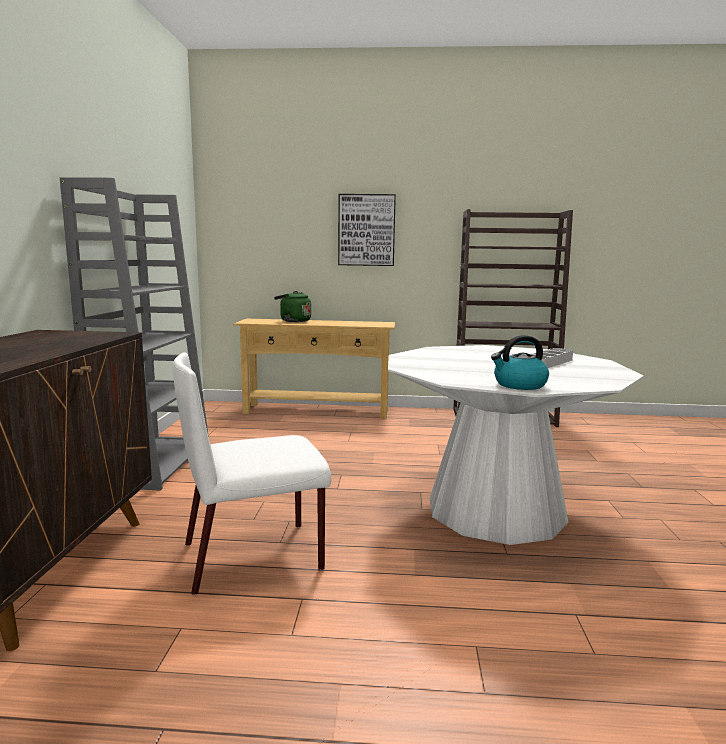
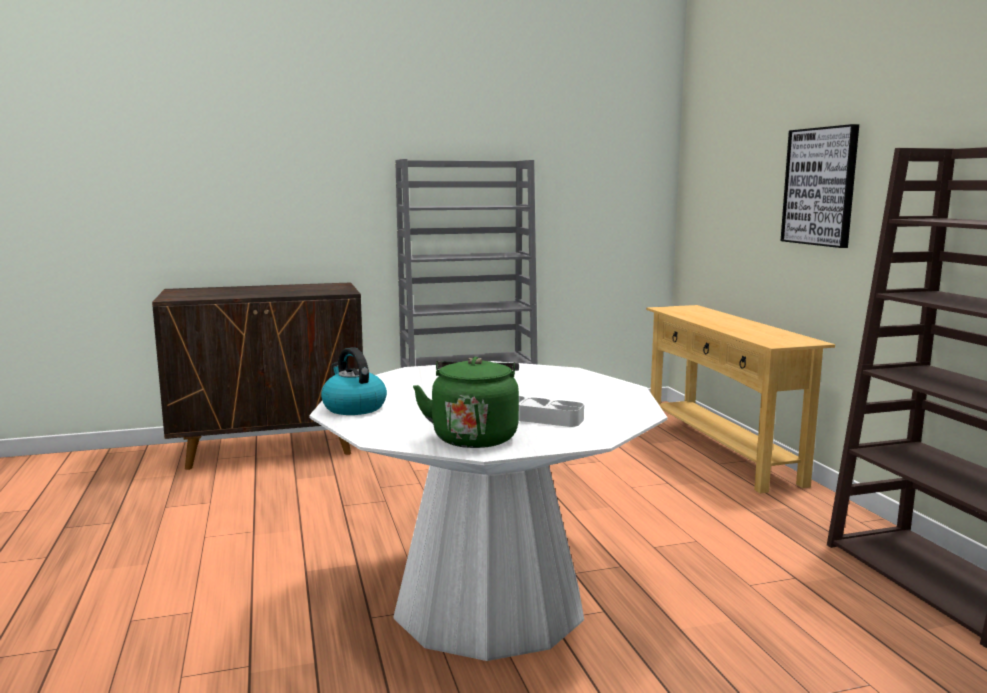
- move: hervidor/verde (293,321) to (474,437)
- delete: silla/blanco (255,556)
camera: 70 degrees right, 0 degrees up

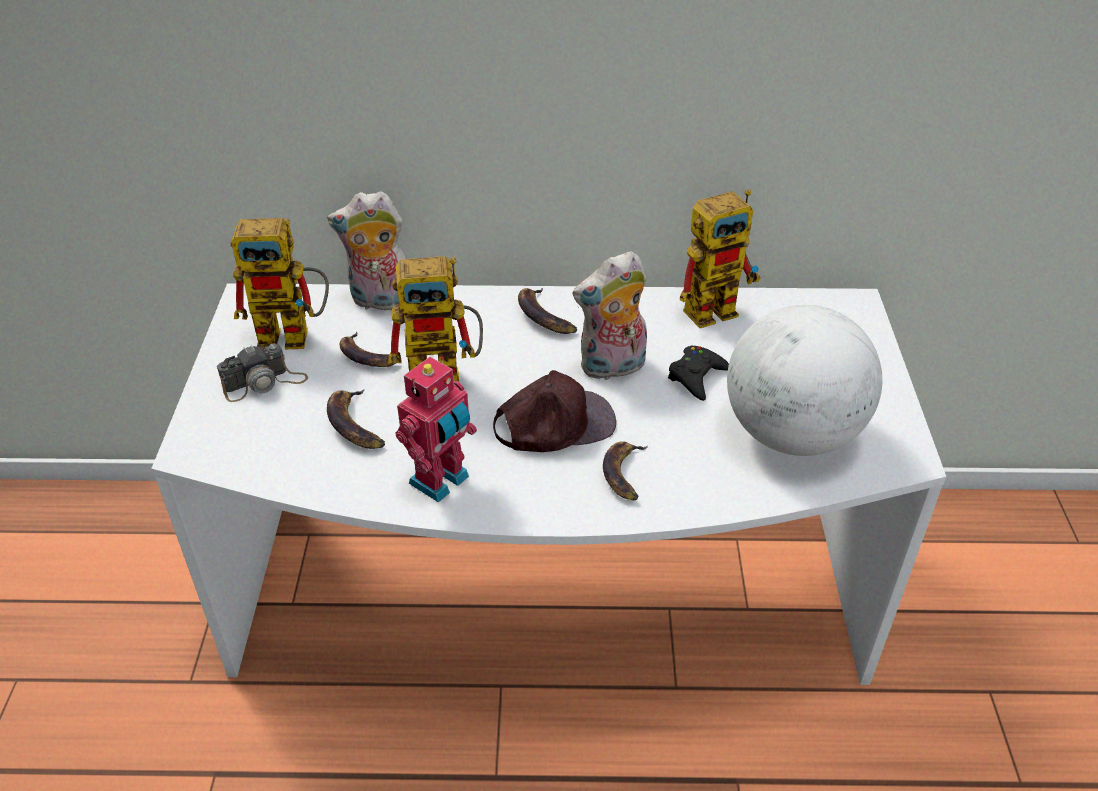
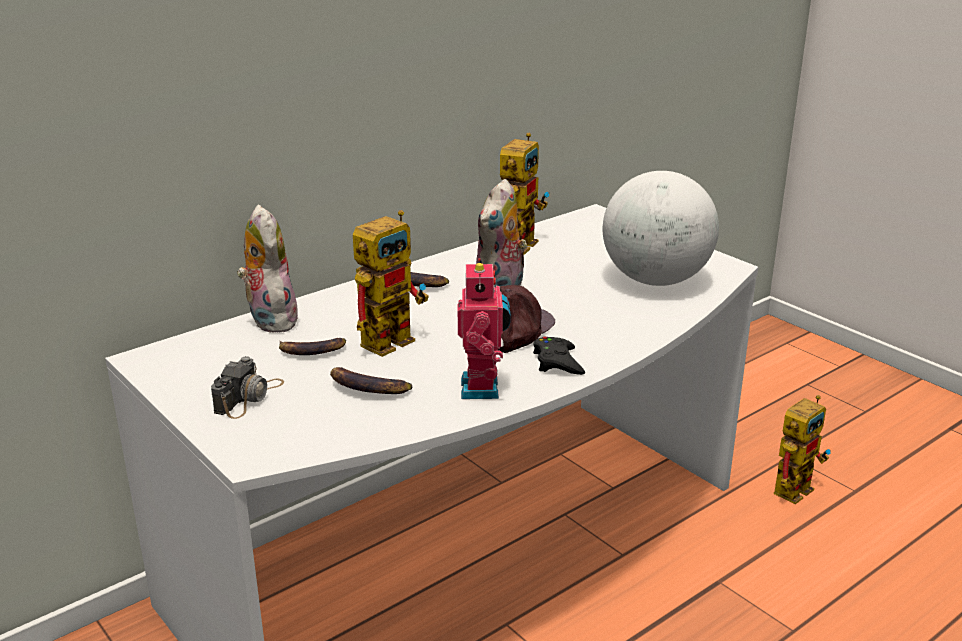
- rotate: peluche (380,301) = (269,320) 105 degrees clockwise
- move: mando de consola/negro (696,377) to (557,362)
- move: robot de juguete (295,335) to (794,486)
- delete: plátano (625,474)
camera: 40 degrees left, 15 degrees down

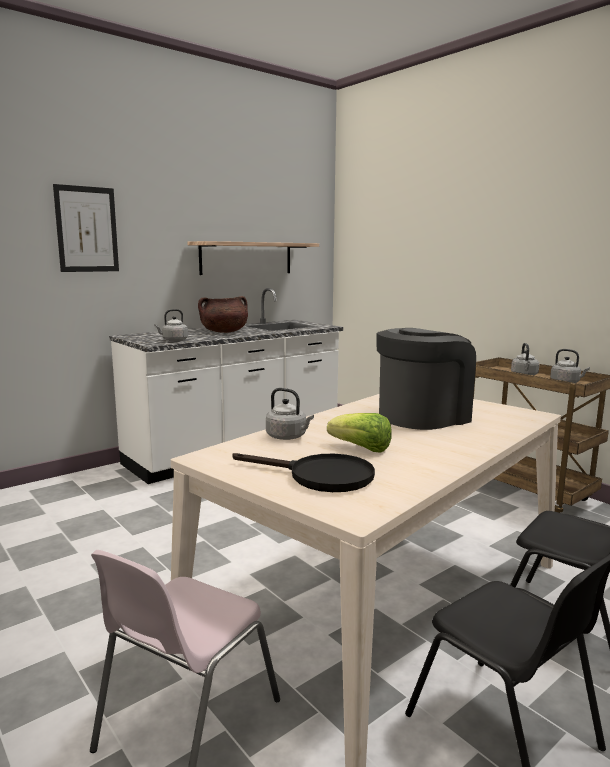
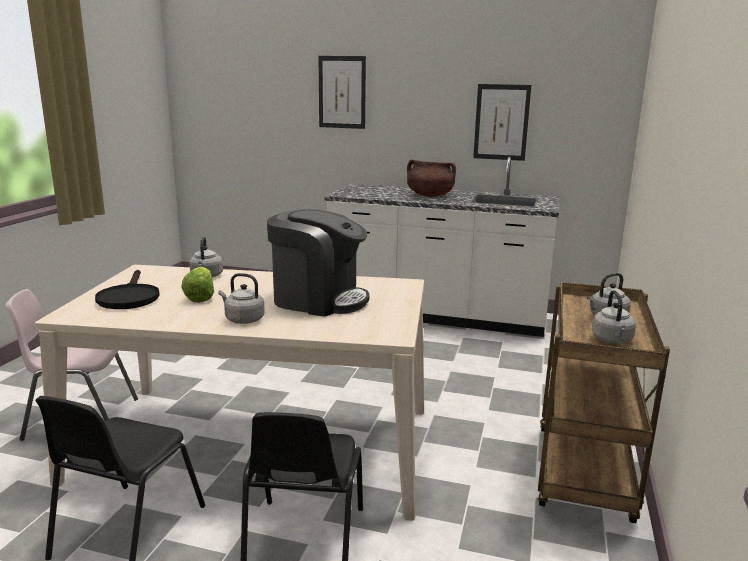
- move: hervidor/gris (173,340) to (243,319)
- replace: estante (246,258) to cuadro (501,122)
camera: 55 degrees right, 5 degrees up

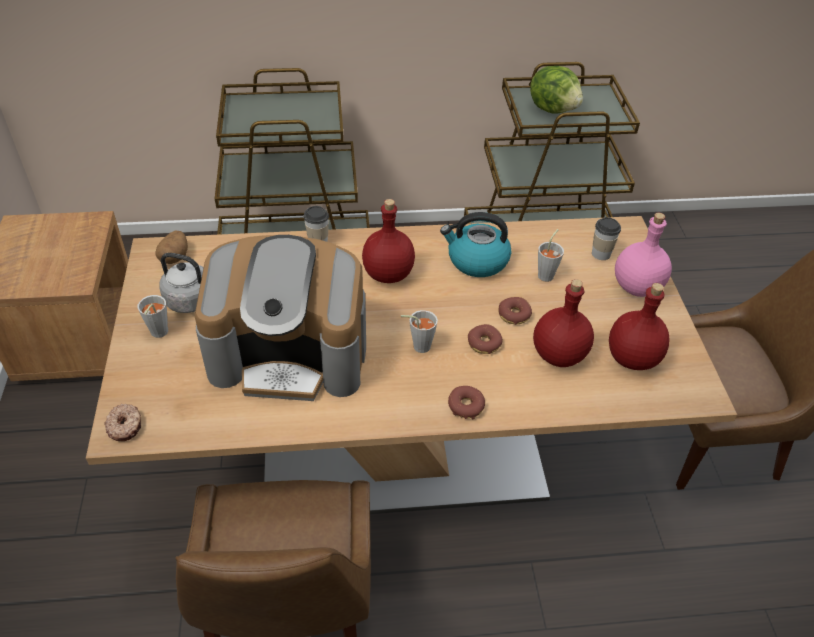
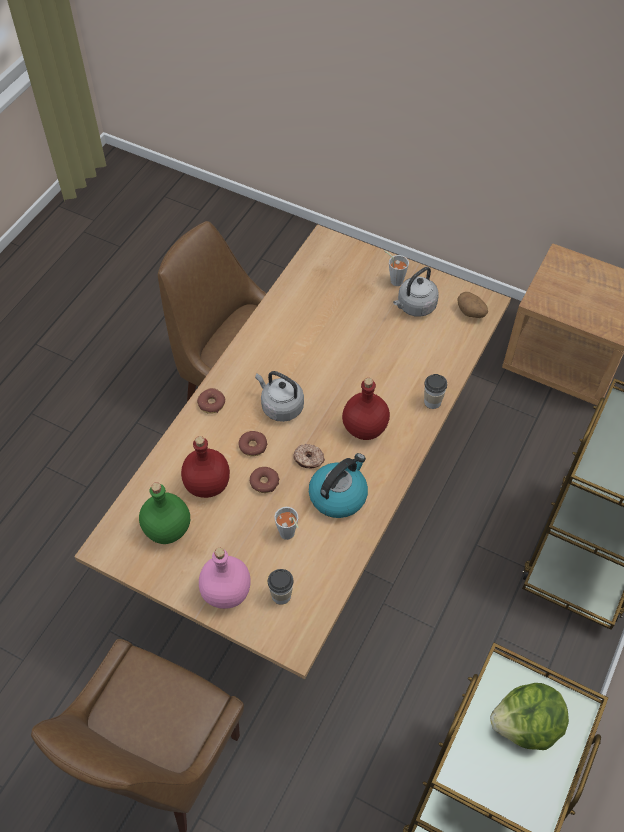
- recolor: botella/rojo (633,358) to botella/verde (166,529)
- replace: taza/gris (417,346) to hervidor/gris (280,406)
- move: rosquilla (125,426) to (308,459)
- delete: cafetera (291,353)
camera: 125 degrees right, 10 degrees up

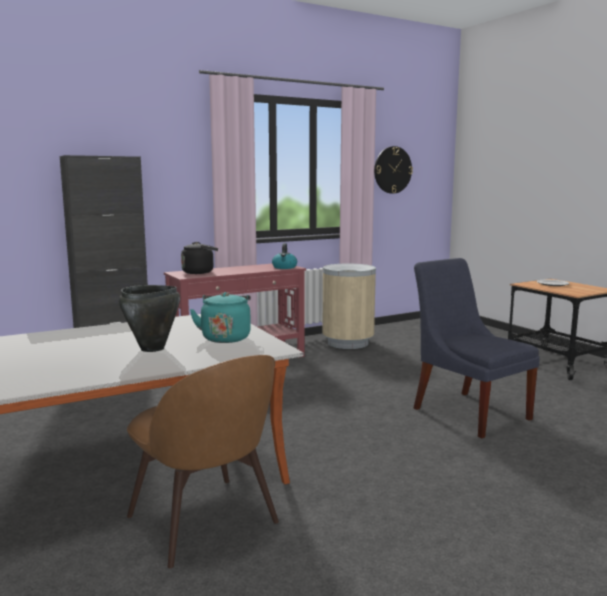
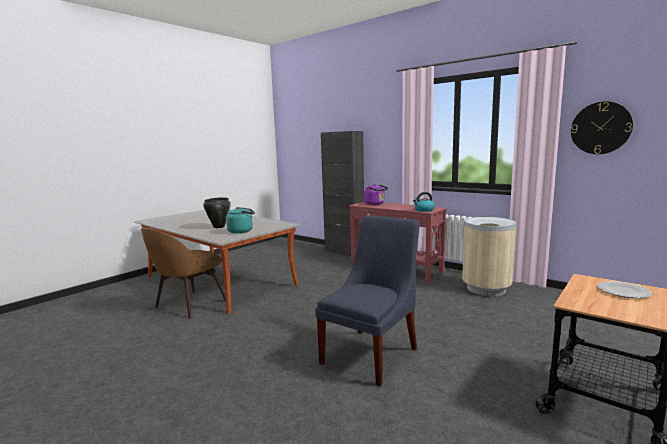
- recolor: hervidor/negro (200,272) to hervidor/morado (375,204)
camera: 70 degrees right, 0 degrees up

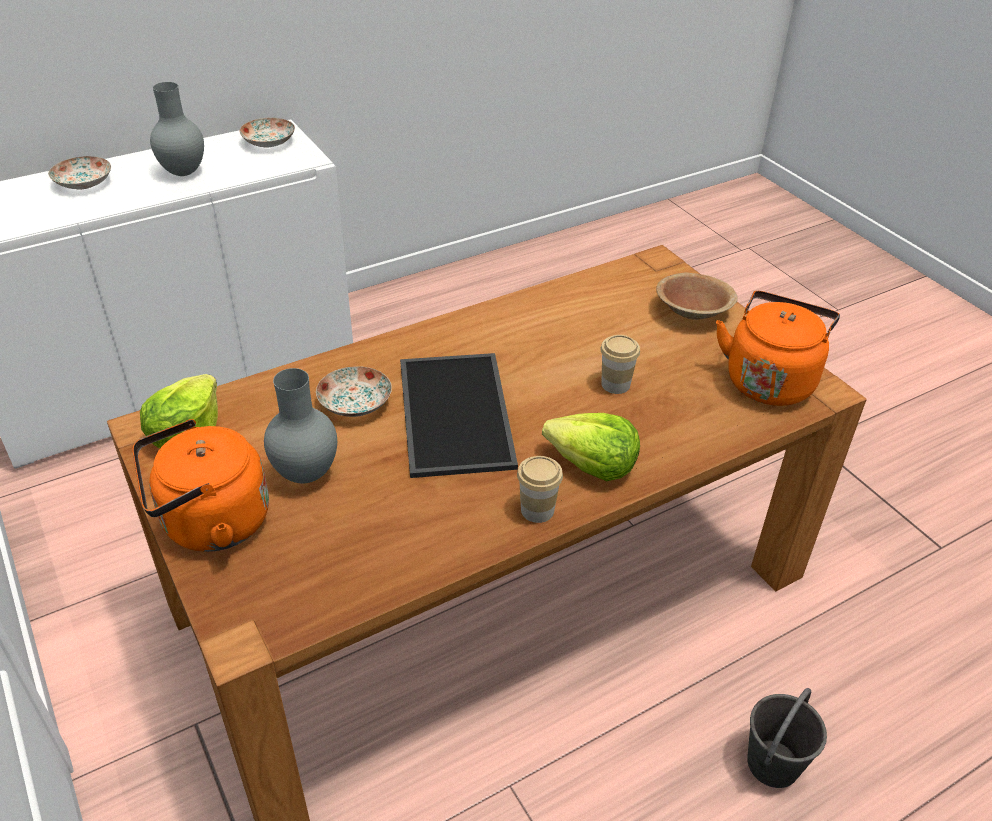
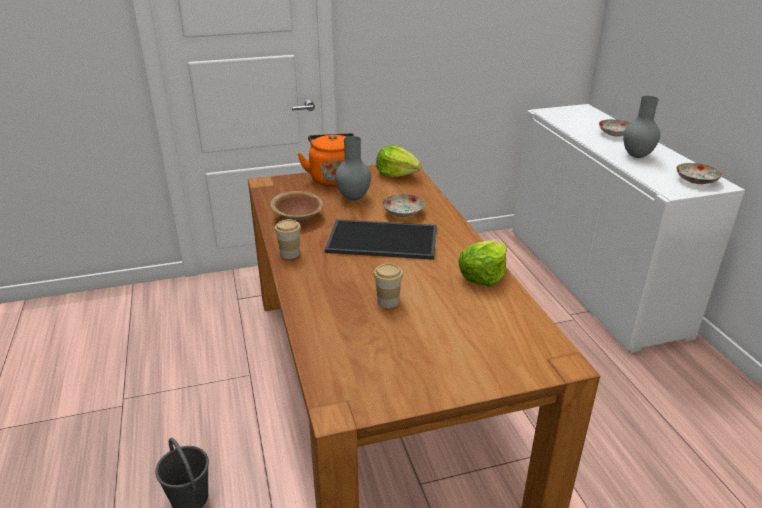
- move: cuenco/marrón (692,311) to (298,217)
- move: lechuga (592,465) to (483,276)
- delete: hervidor/naranja (770,380)
camera: 105 degrees right, 10 degrees down

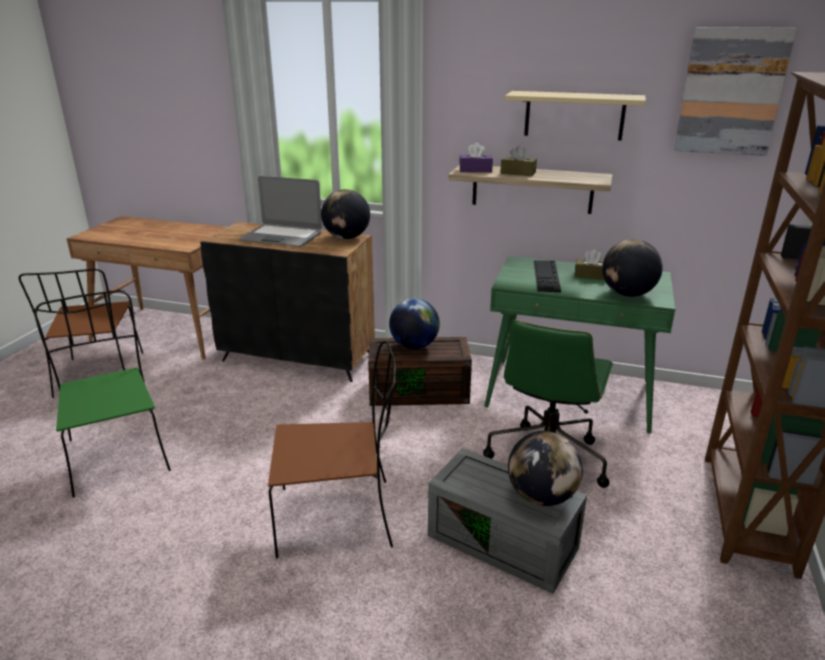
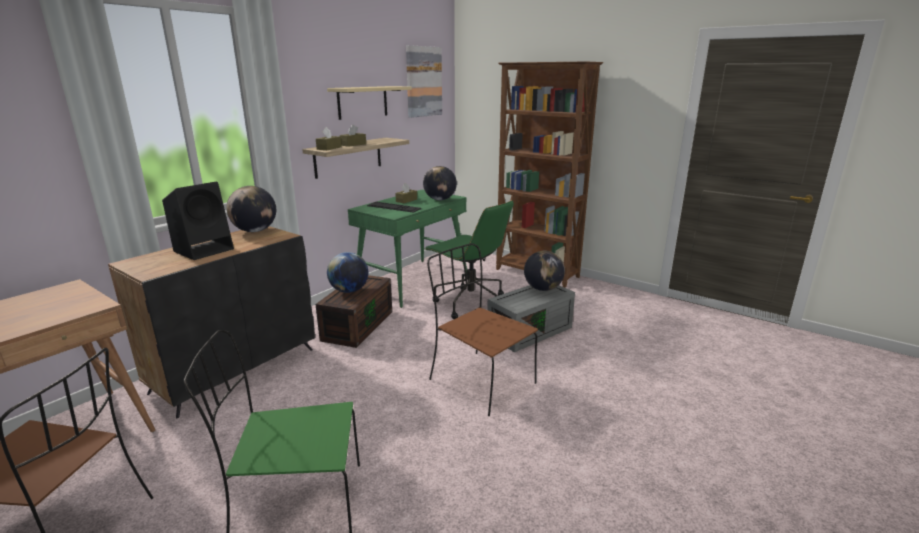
- replace: portátil (281,237) to altavoz/negro (205,250)
- recolor: caja de pañuelos/morado (475,170) to caja de pañuelos/marrón (329,148)
- rotate: silla/marrón (339,517) = (480,381) 60 degrees counterclockwise
camera: 70 degrees left, 5 degrees down

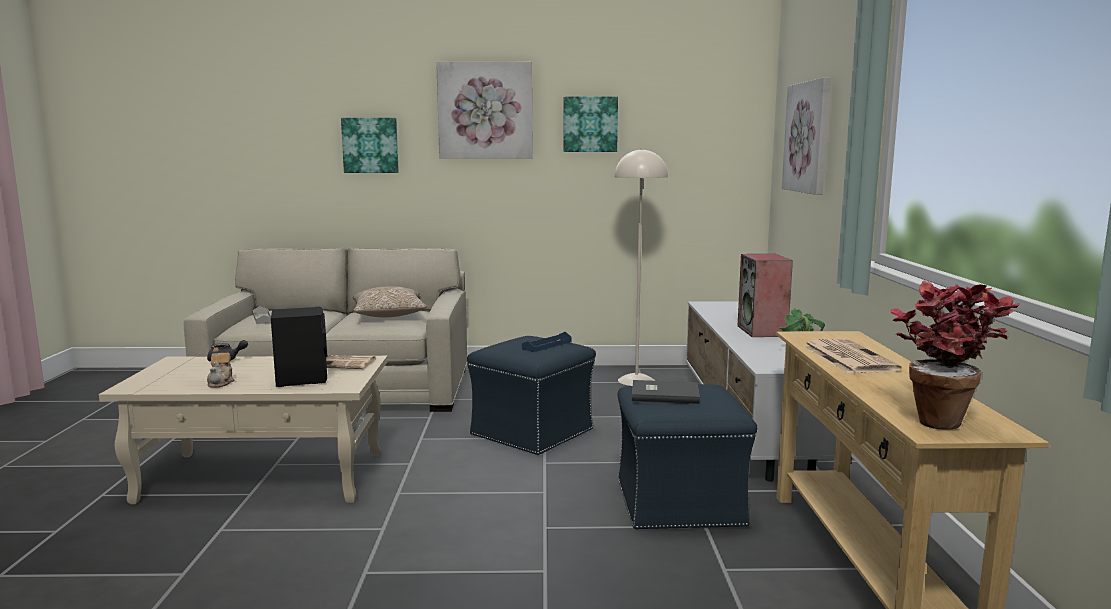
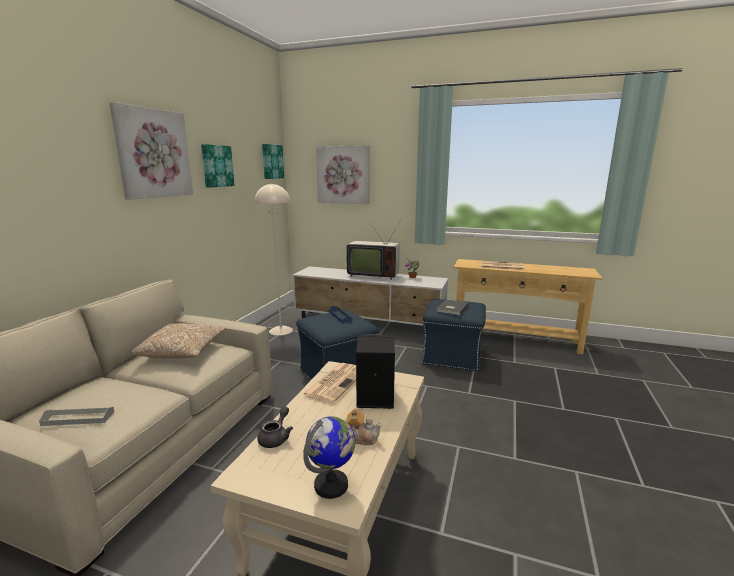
- move: cuadro (370,145) to (272,161)
- insert: globo terráqueo (331,485)
- replace: altavoz (763,331) to televisor (373,275)
- delete: planta en maceta (940,419)
camera: 70 degrees left, 5 degrees up

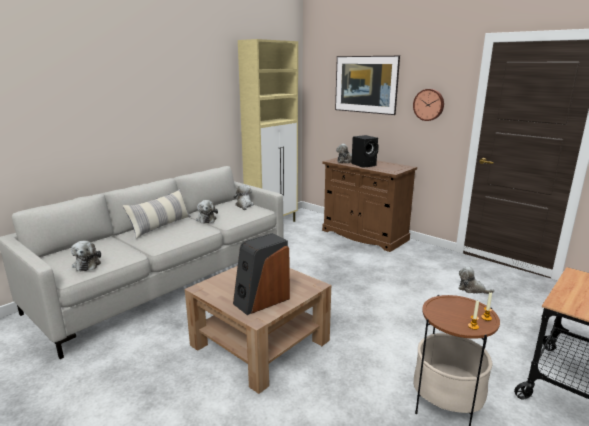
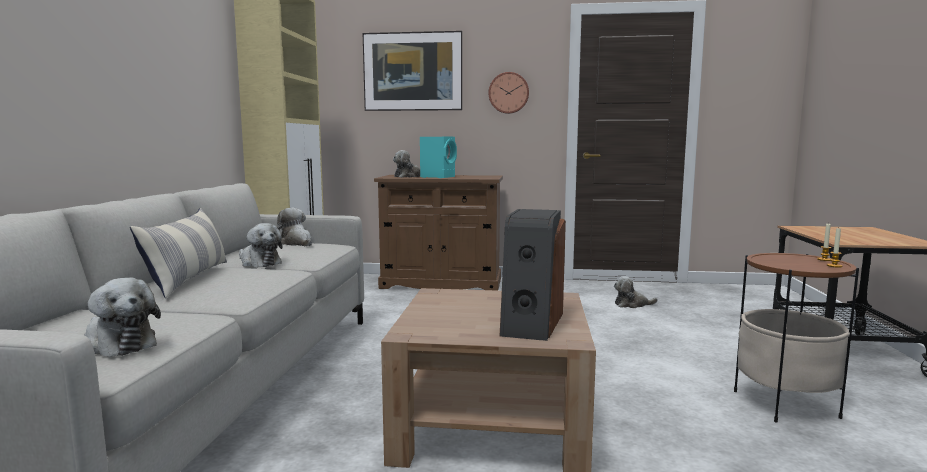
- recolor: altavoz/negro (364,165) to altavoz/turquesa (438,177)
camera: 35 degrees left, 10 degrees down

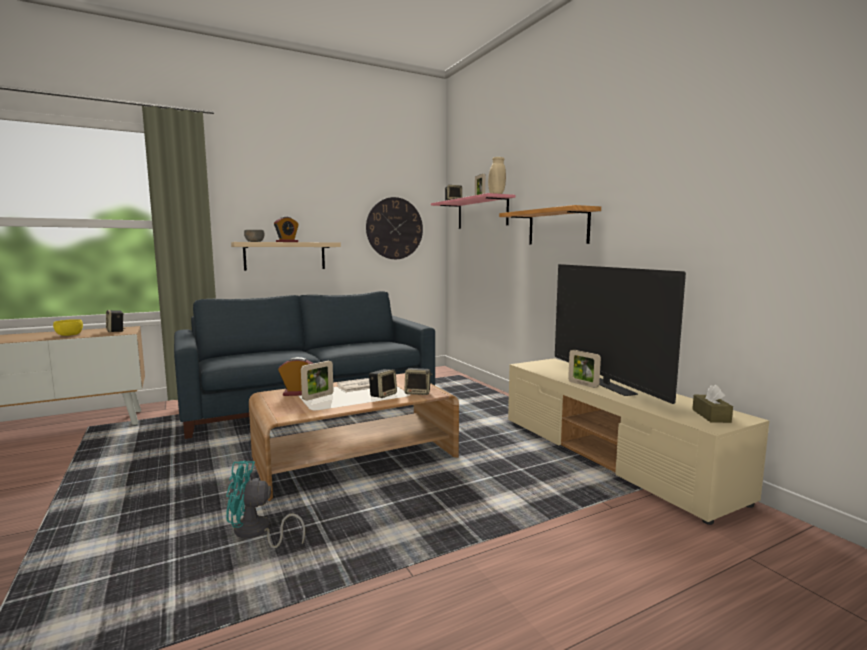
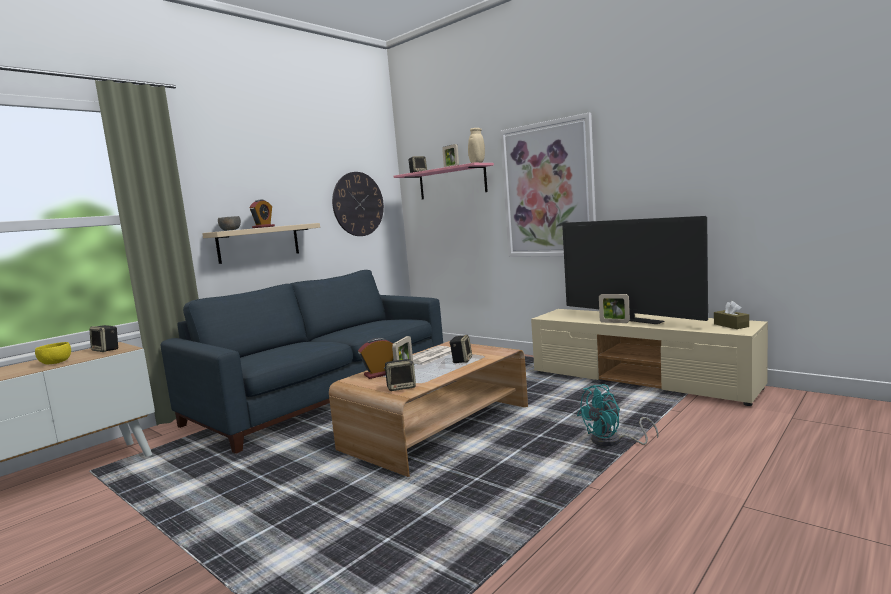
- move: altavoz (418,393) to (401,387)
- replace: estante (558,227) to cuadro (548,190)
- move: ventilador/turquesa (256,533) to (613,442)
camera: 20 degrees left, 0 degrees up

